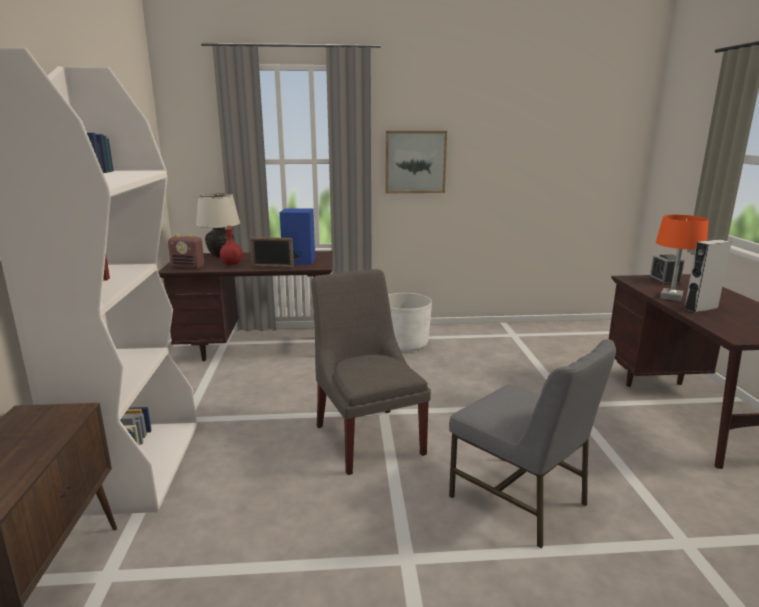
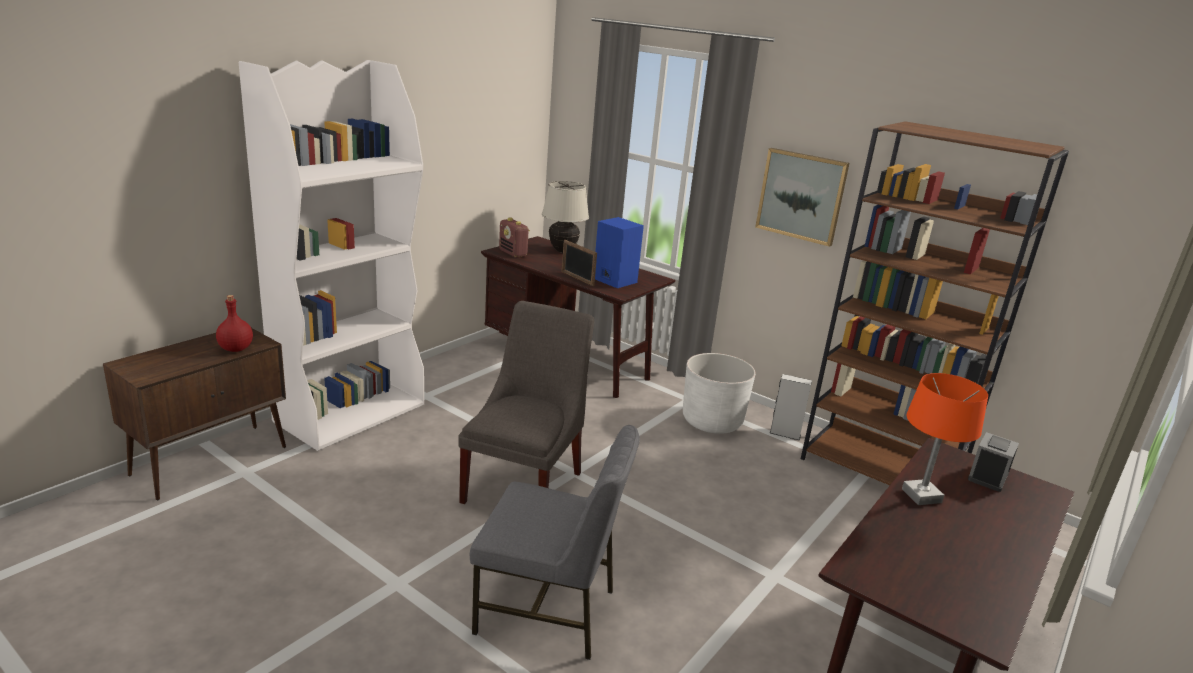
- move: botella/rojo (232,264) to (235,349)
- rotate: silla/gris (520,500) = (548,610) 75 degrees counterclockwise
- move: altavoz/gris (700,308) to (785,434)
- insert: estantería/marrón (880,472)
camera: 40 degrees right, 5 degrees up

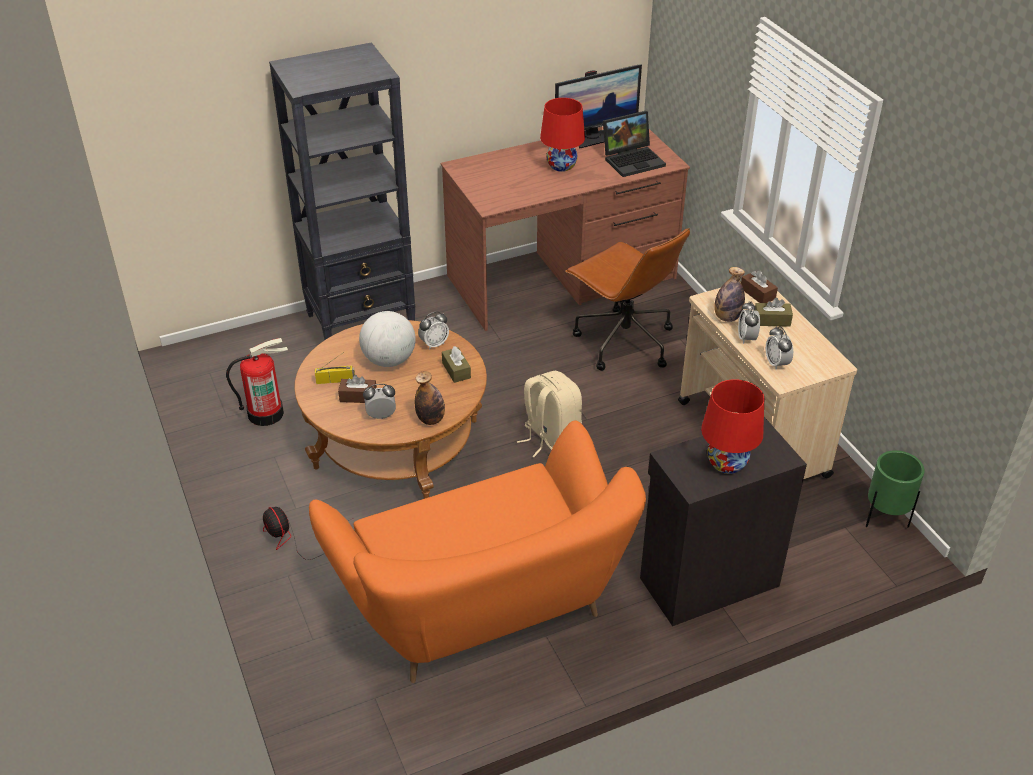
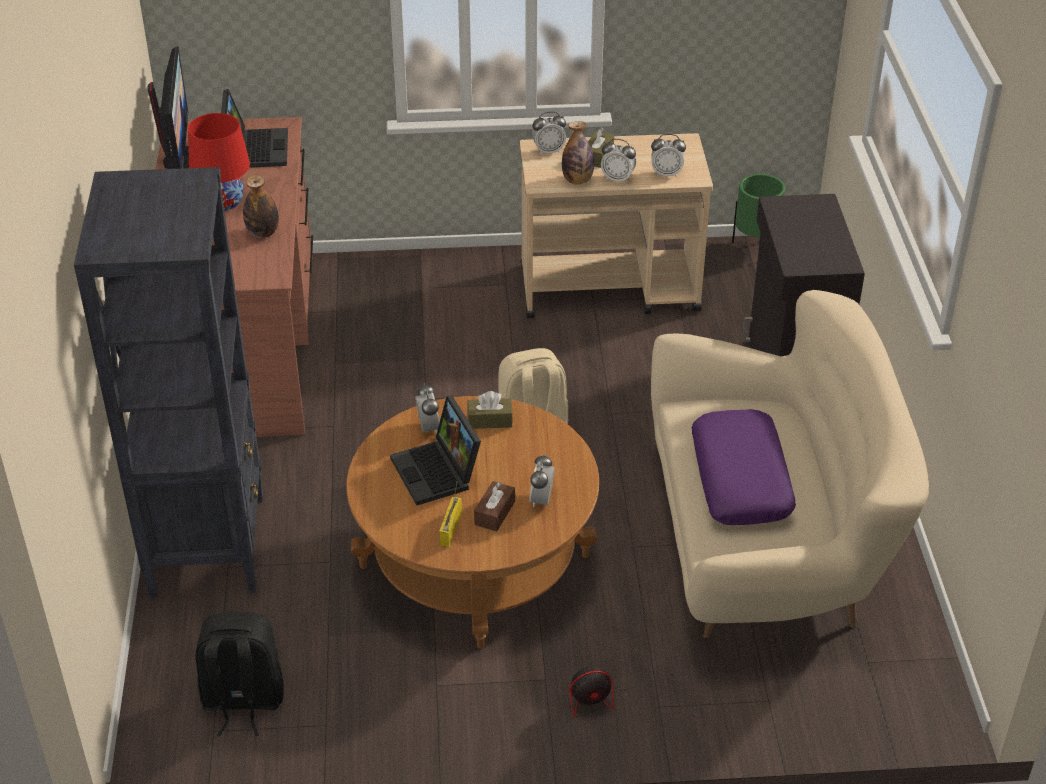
- insert: mochila/negro (242,701)
- move: botella (431,419) to (263,233)
- replace: globo terráqueo (389,360) to portátil (438,472)
- replace: caja de pañuelos/marrón (757,293) to despertador (548,151)
- recolor: sofá/naranja (484,606) to sofá/beis (768,546)
- insert: cojín/morado (741,479)
- delete: extintor (266,413)
- delete: silla de oficina/marrón (623,341)
- delete: lámpara de mesa/rojo (726,463)
camera: 70 degrees left, 0 degrees up

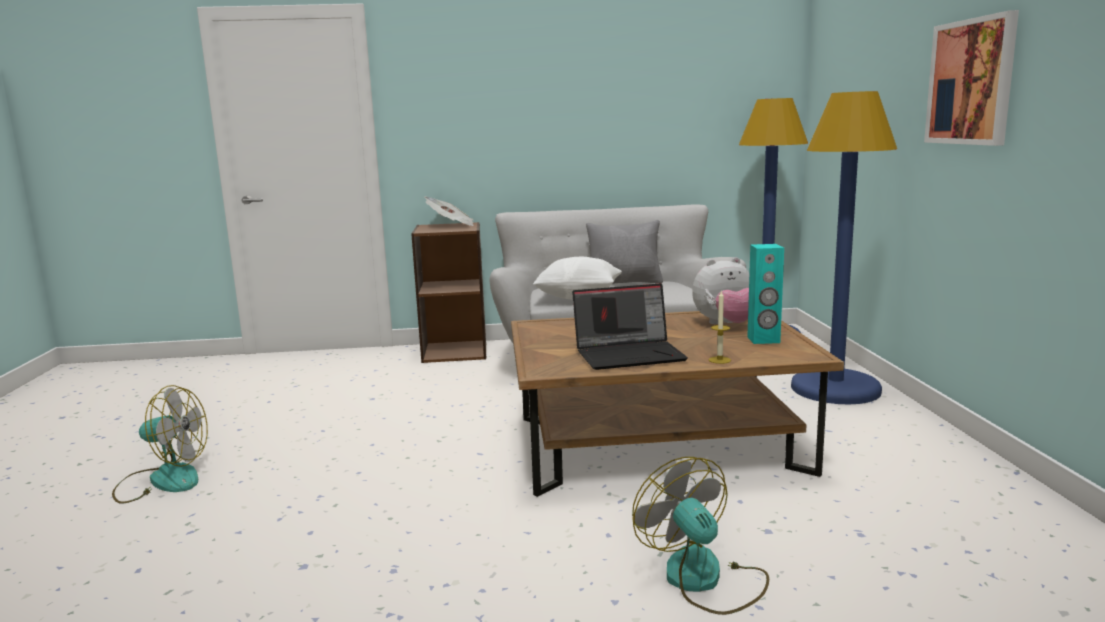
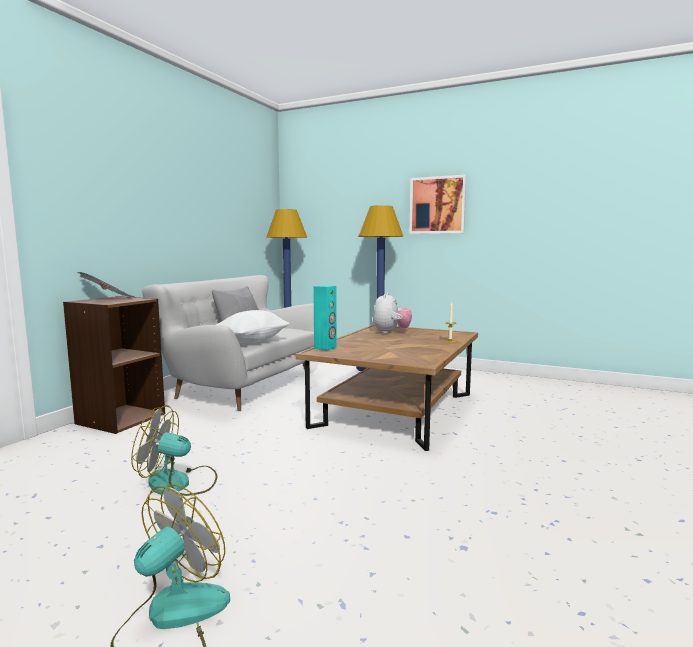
- move: ventilador (704,580) to (179,483)
- move: altavoz/turquesa (763,340) to (325,348)
- delete: portátil (630,354)
camera: 60 degrees left, 5 degrees down

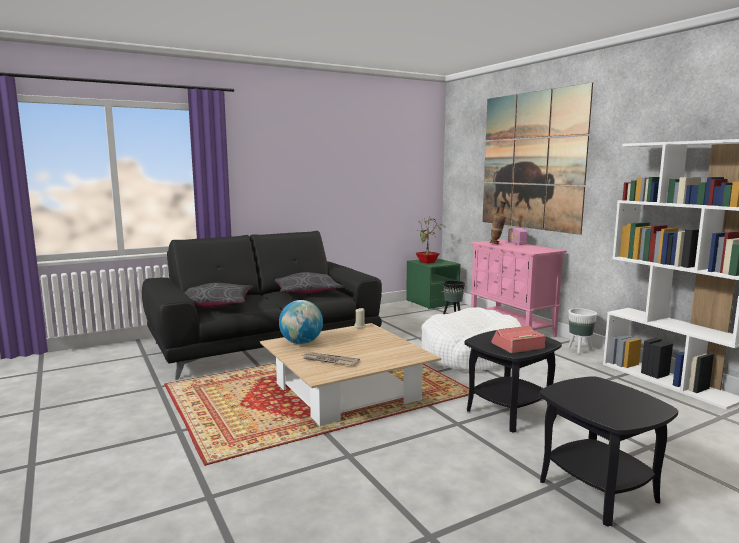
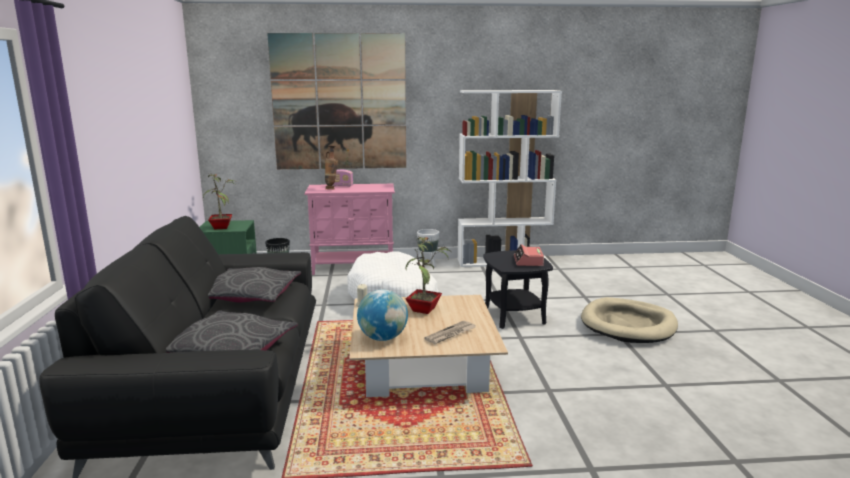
- insert: planta en maceta (425,310)
- replace: mesa auxiliar/negro (598,491) to cama para perro/beis (628,325)
camera: 65 degrees left, 5 degrees up

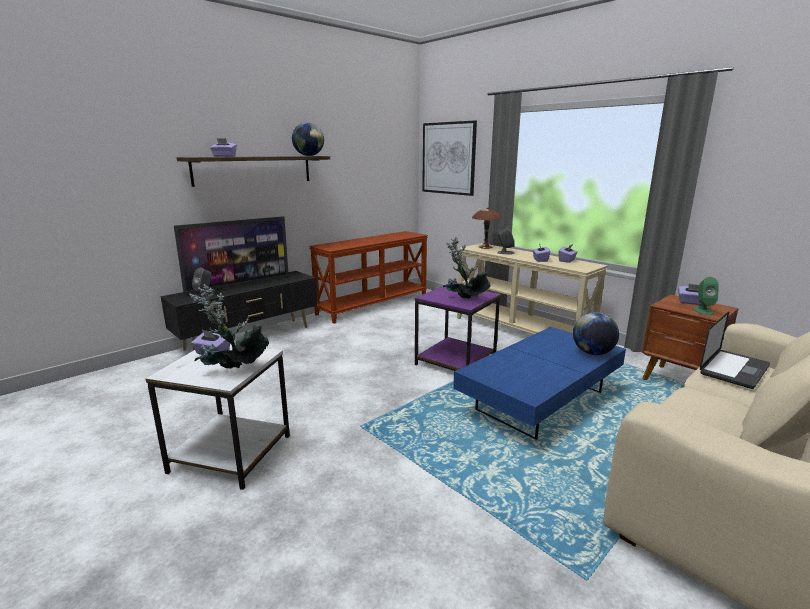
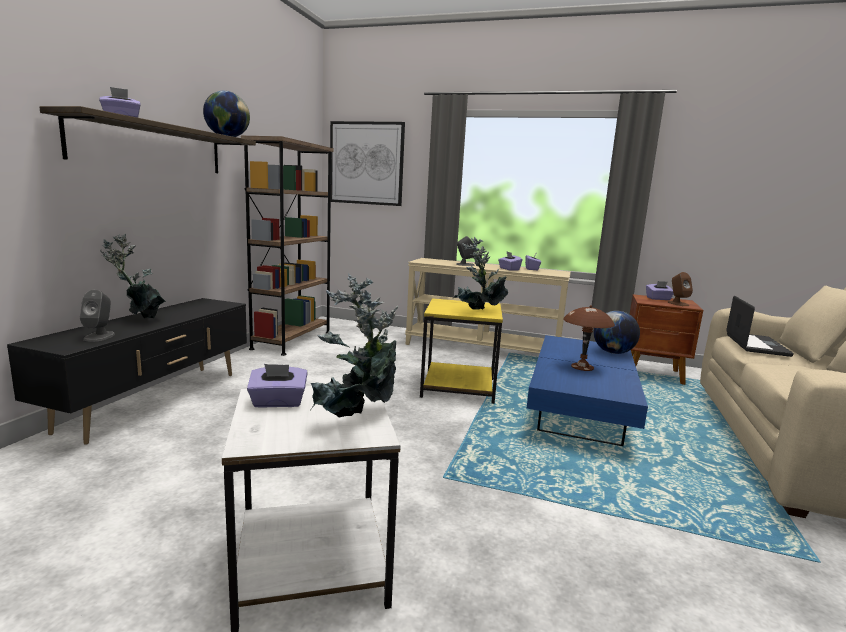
- replace: televisor (239,285) to planta en maceta (140,319)
- replace: mesa consola/marrón (373,305) to estantería/marrón (292,340)
- recolor: mesa auxiliar/morado (456,362) to mesa auxiliar/amarillo (459,387)
- move: lámpara de mesa/marrón (485,247) to (582,367)
- recolor: altavoz/verde (703,311) to altavoz/marrón (677,303)
camera: 30 degrees left, 5 degrees down

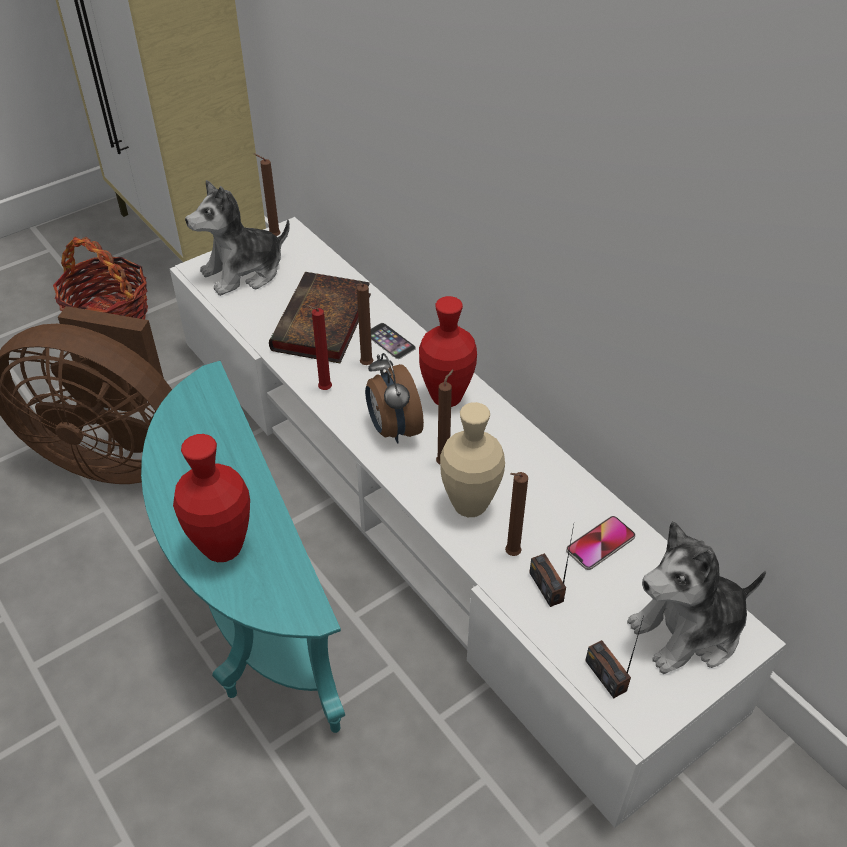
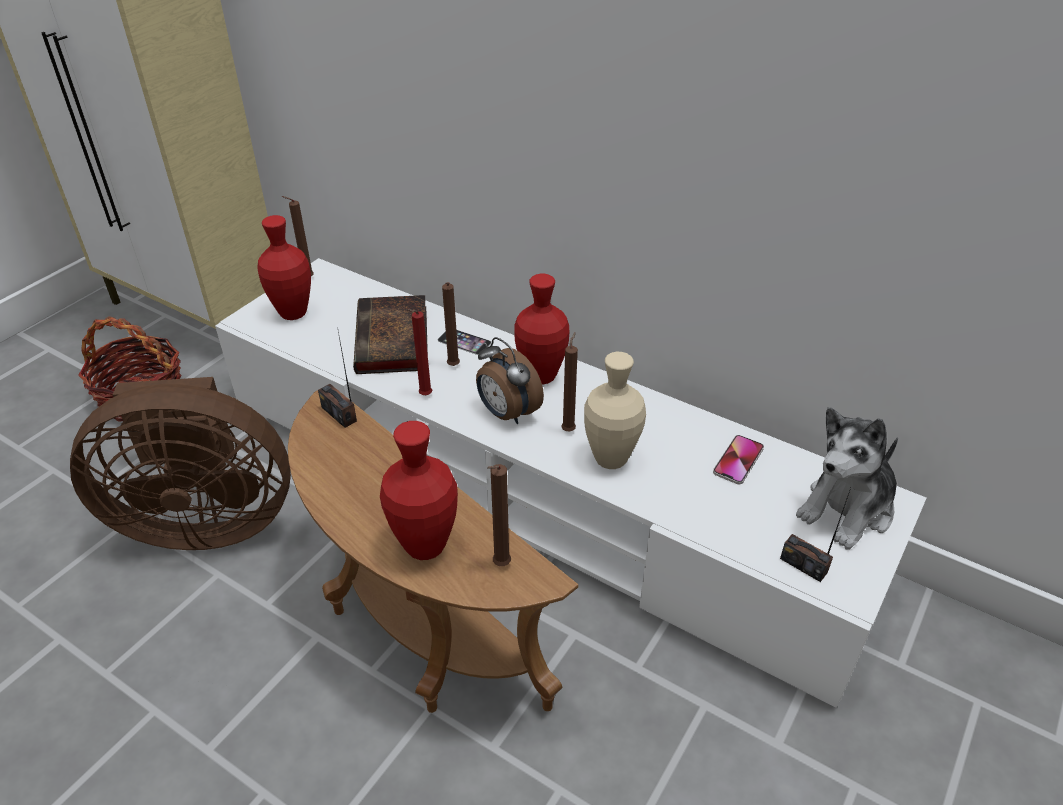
- replace: peluche (244,272) to florero/rojo (293,313)
- recolor: mesa auxiliar/turquesa (251,617) to mesa auxiliar/marrón (417,631)
- move: radio (546,587) to (339,414)
- move: vela/marrón (510,554) to (499,566)
camera: 20 degrees left, 5 degrees down

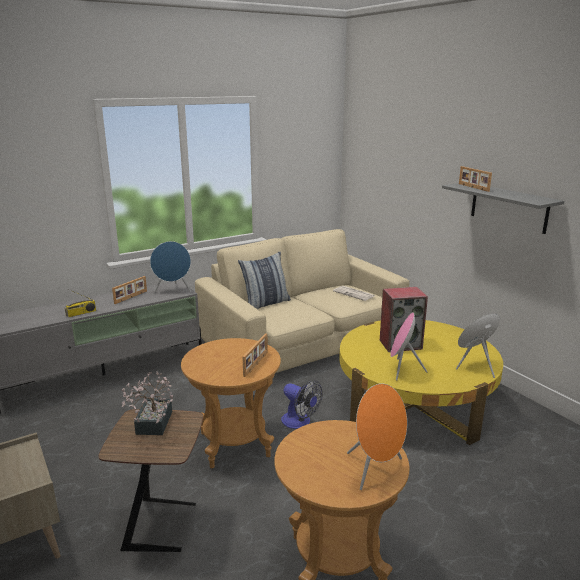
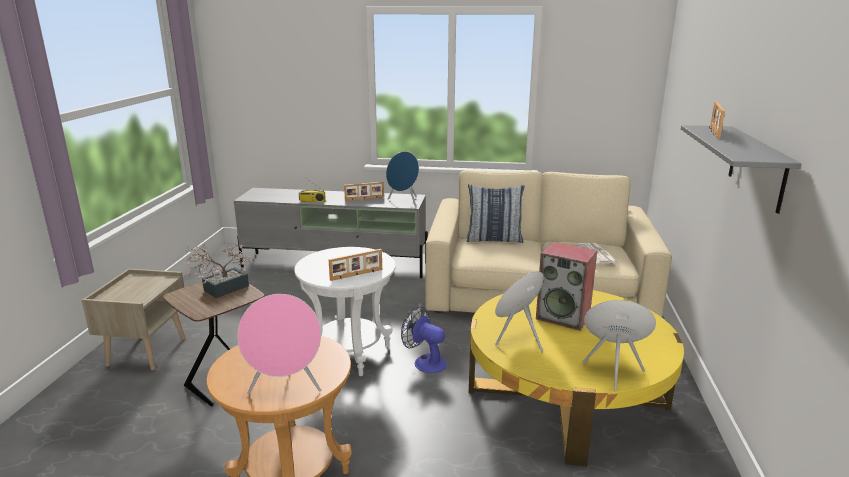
- recolor: altavoz/naranja (375,470) to altavoz/rosa (286,388)
- recolor: mesa auxiliar/marrón (235,444) to mesa auxiliar/blanco (350,354)
- rotate: ventilador (300,422) = (425,362) 135 degrees clockwise
camera: 40 degrees right, 0 degrees up

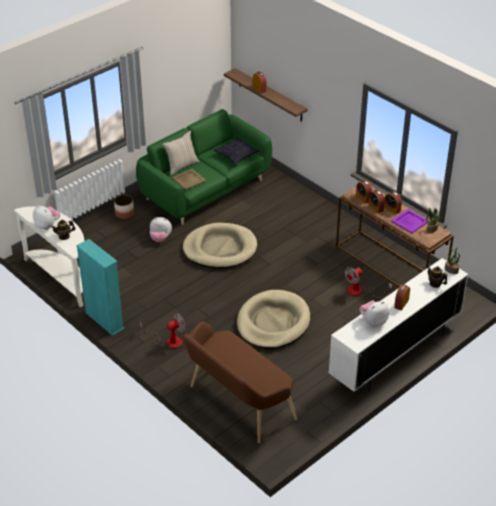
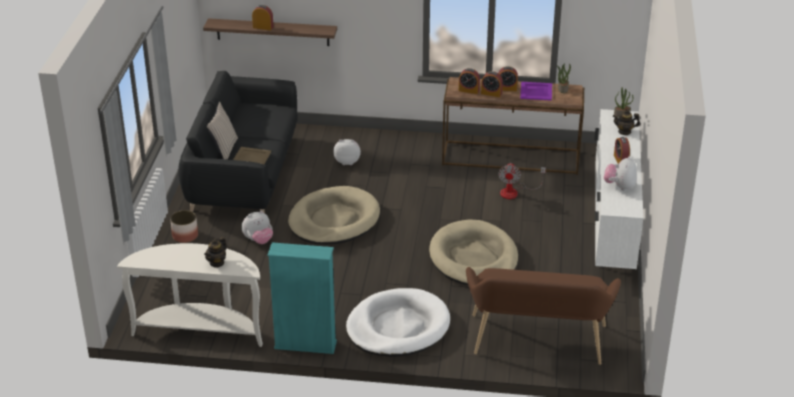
- recolor: sofá/verde (205,190) to sofá/negro (244,174)
- move: peluche (47,225) to (347,161)
- replace: ventilador (169,341) to cama para perro/blanco (398,327)
- delete: cojín (236,155)
camera: 40 degrees left, 5 degrees down

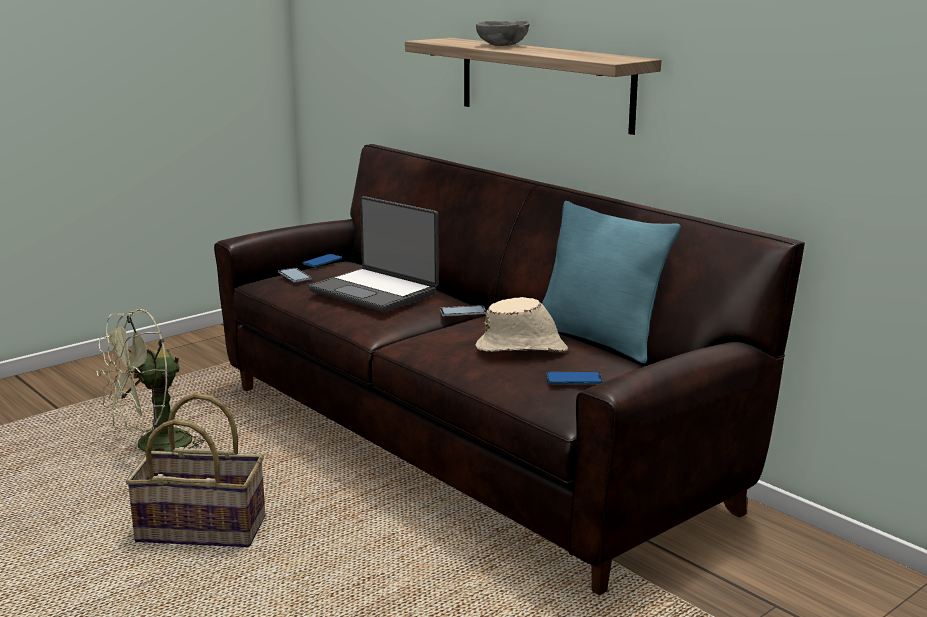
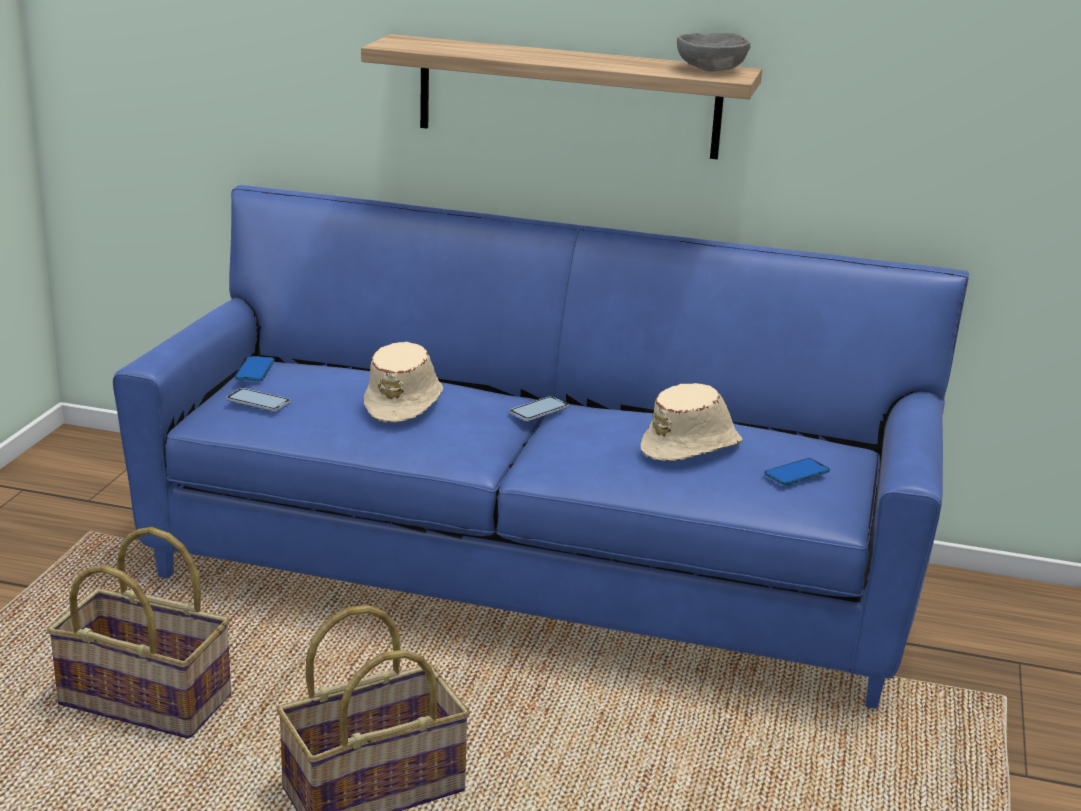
- replace: ventilador/verde (153,447) to cesta (147,699)
- recolor: sofá/marrón (465,445) to sofá/azul (534,575)
- replace: portátil (375,292) to sombrero/beis (404,404)
- move: cuenco/gris (502,45) to (711,69)
- delete: cojín/turquesa (598,341)
camera: 35 degrees left, 5 degrees up

